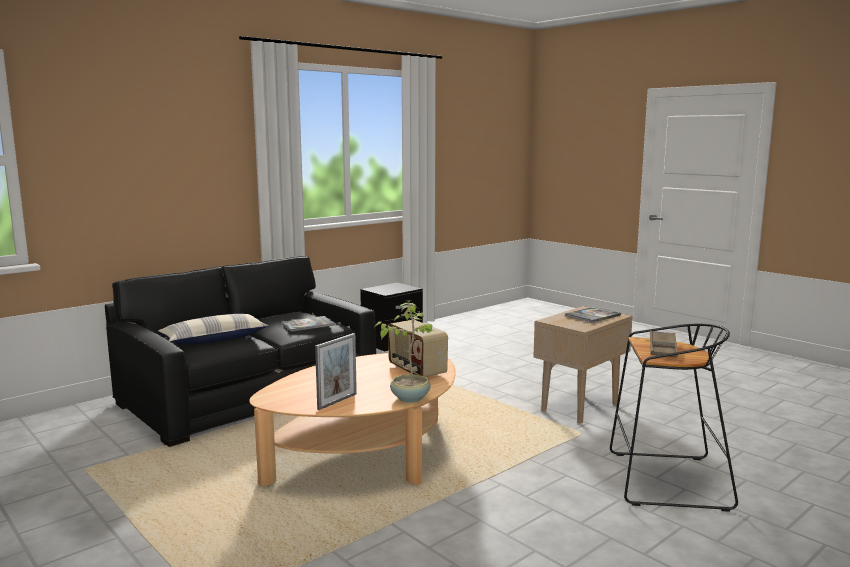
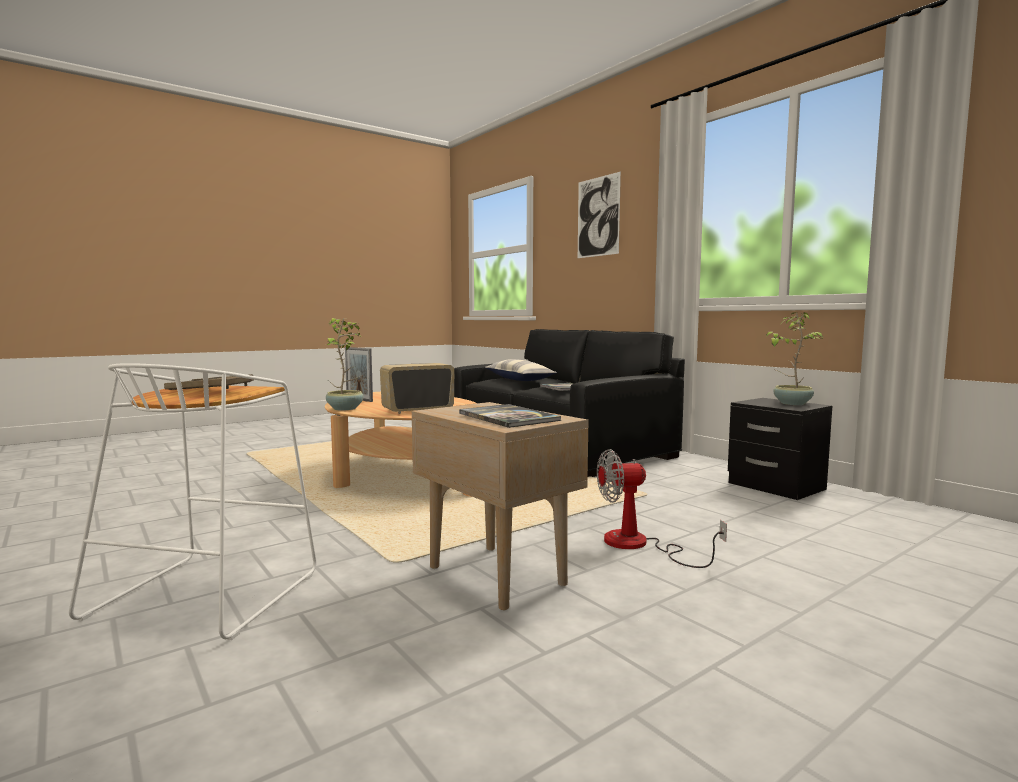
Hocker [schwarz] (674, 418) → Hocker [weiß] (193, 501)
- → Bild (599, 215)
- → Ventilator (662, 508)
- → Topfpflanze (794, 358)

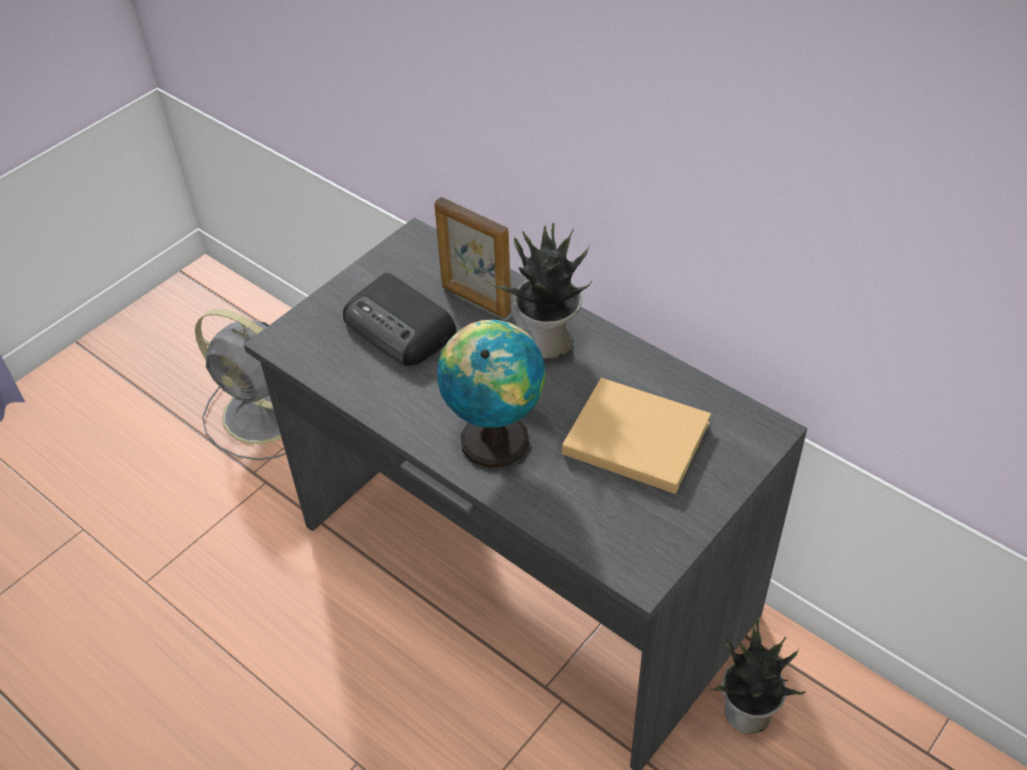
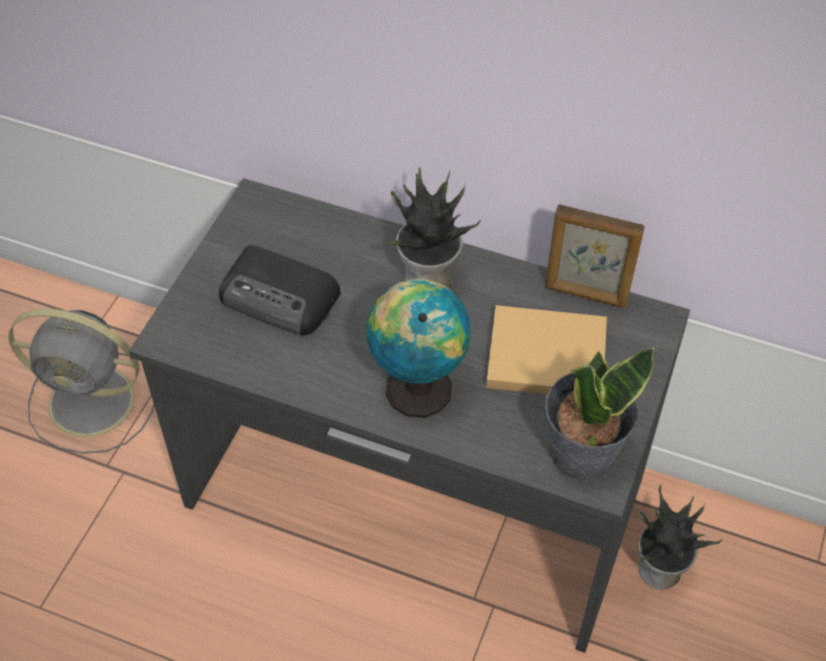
Bilderrahmen (472, 257) → Bilderrahmen (595, 256), move
- → Topfpflanze (600, 414)

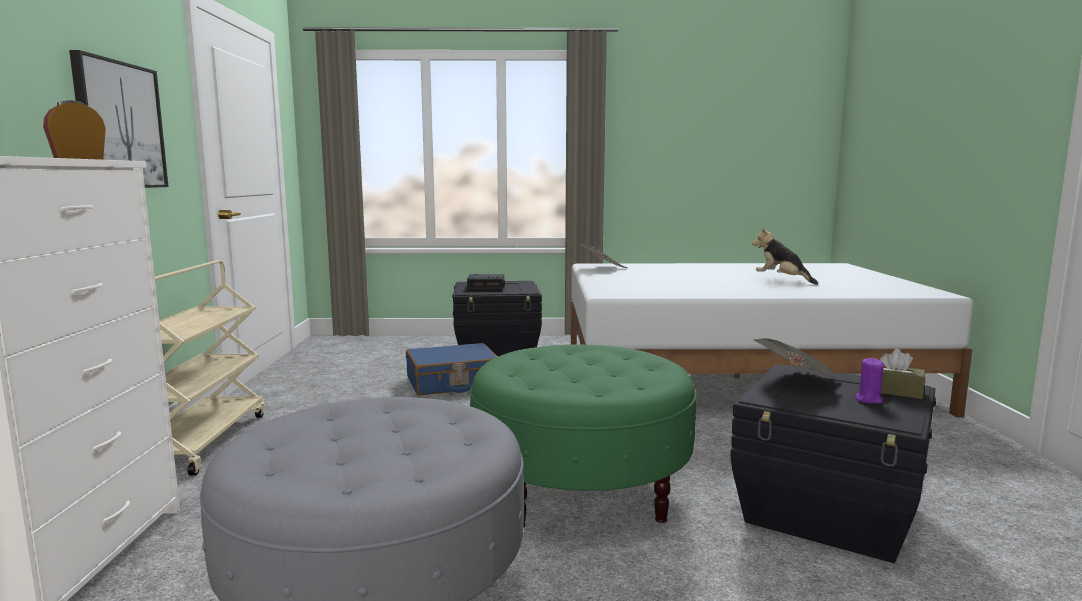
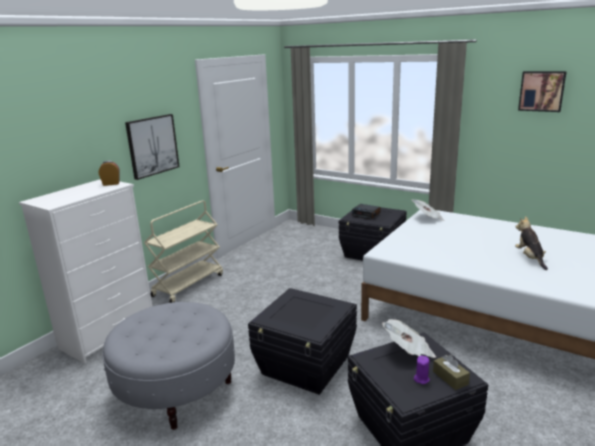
Polsterhocker [grün] (583, 436) → Aufbewahrungsbox [schwarz] (302, 341)
- → Bild (542, 91)
Koffer [blau] (452, 369) → -

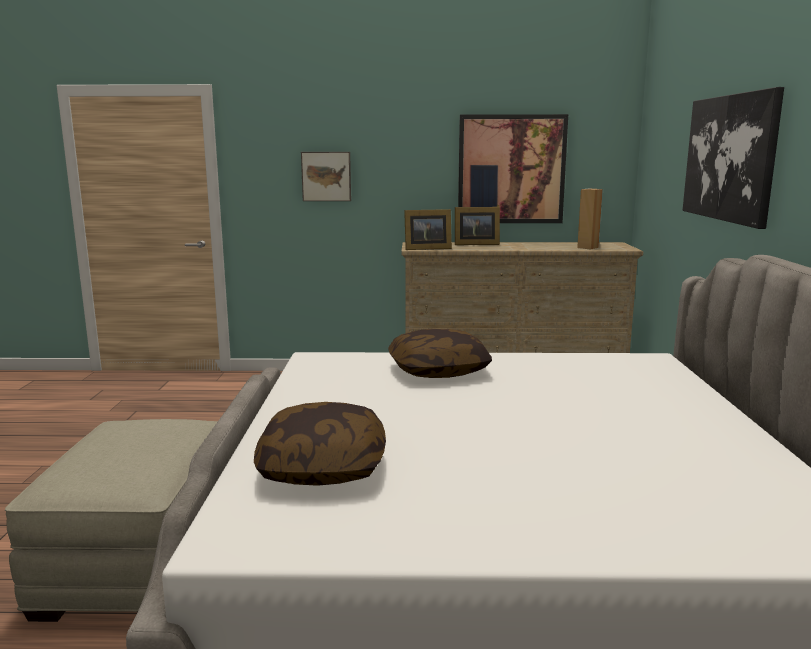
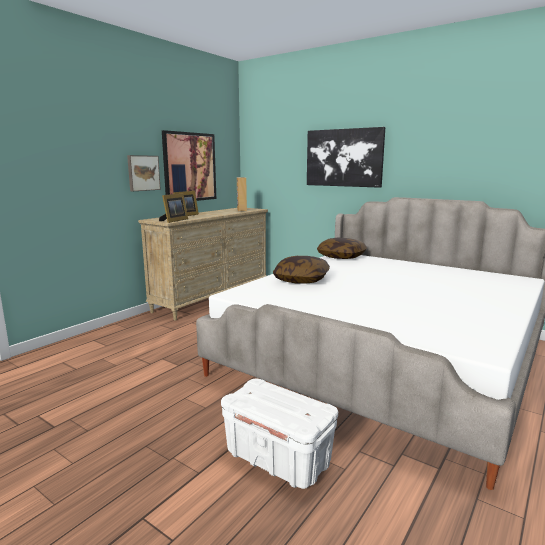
Bild (326, 176) → Bild (144, 173), move
Polsterhocker [beige] (111, 520) → Aufbewahrungsbox [weiß] (279, 434)
Kissen (320, 444) → Kissen (342, 248), move

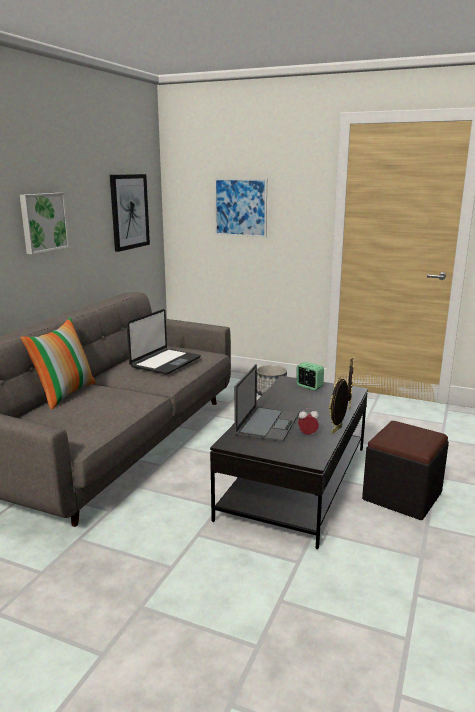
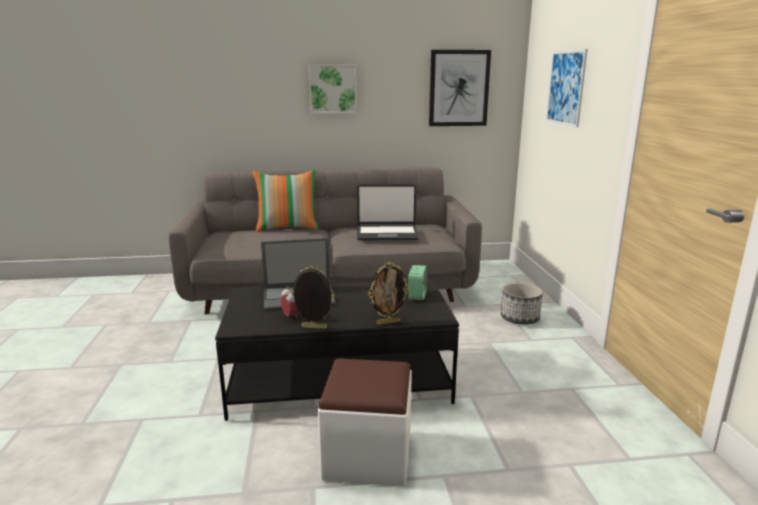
Polsterhocker [schwarz] (405, 470) → Polsterhocker [weiß] (364, 422)

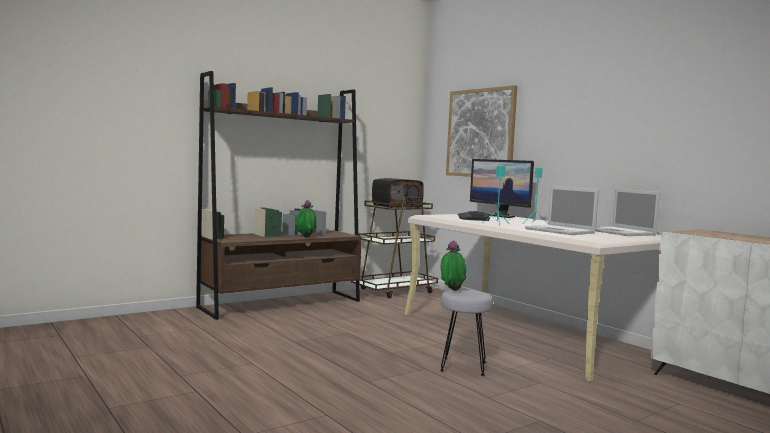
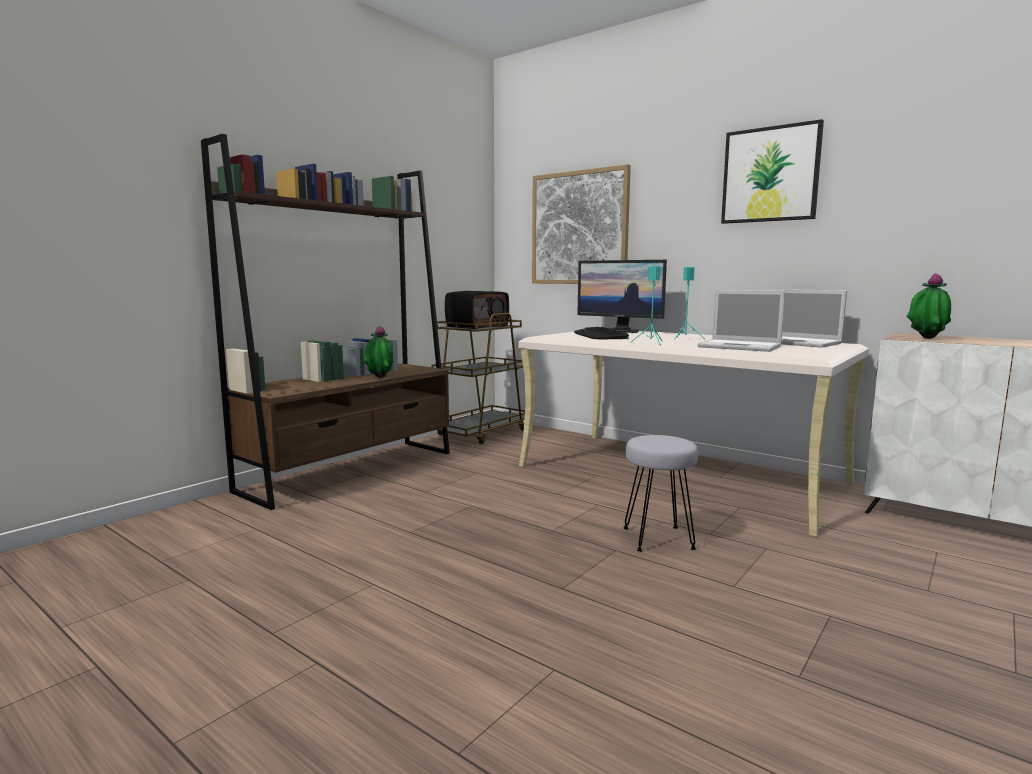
- → Bild (772, 171)
Topfpflanze (453, 265) → Topfpflanze (928, 306), move

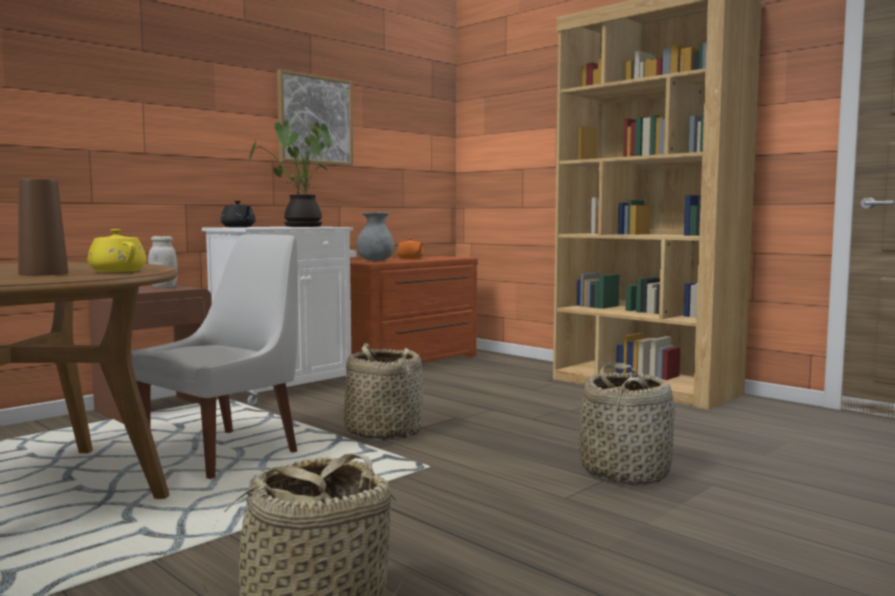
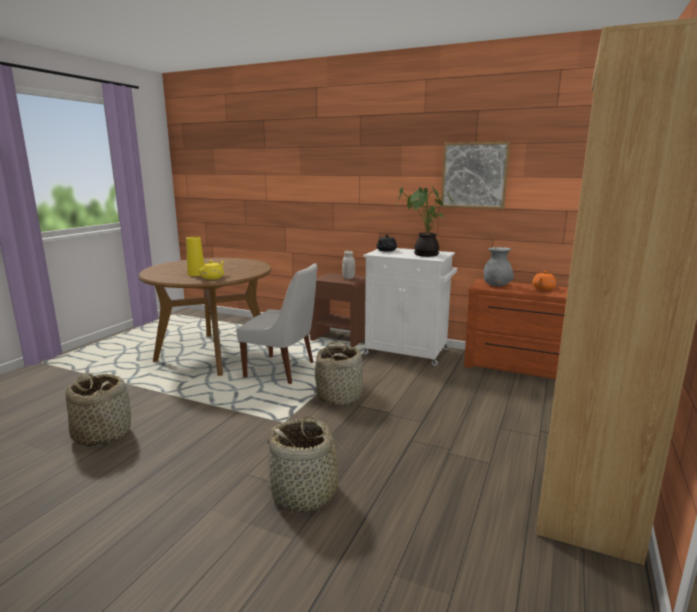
Vase [braun] (43, 227) → Vase [gelb] (195, 256)

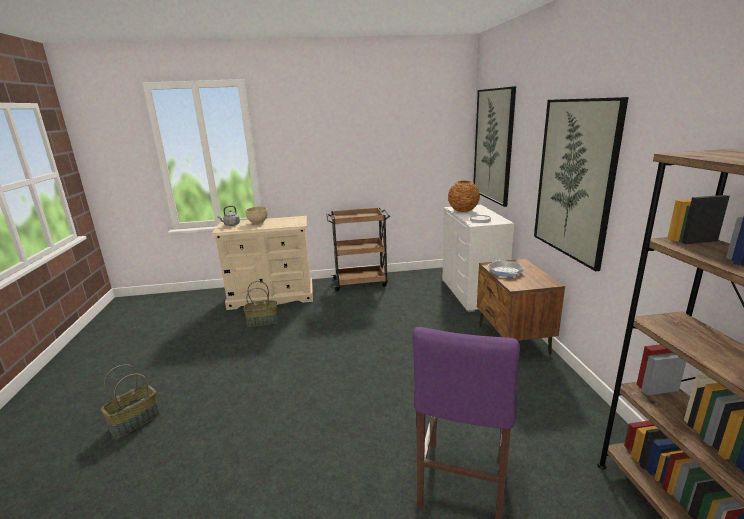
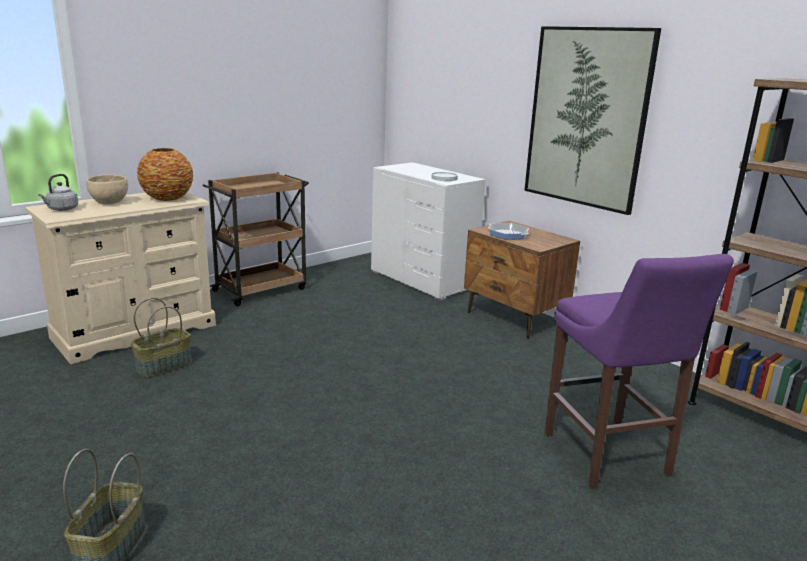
Vase (464, 196) → Vase (165, 174), move
Bild (494, 146) → -

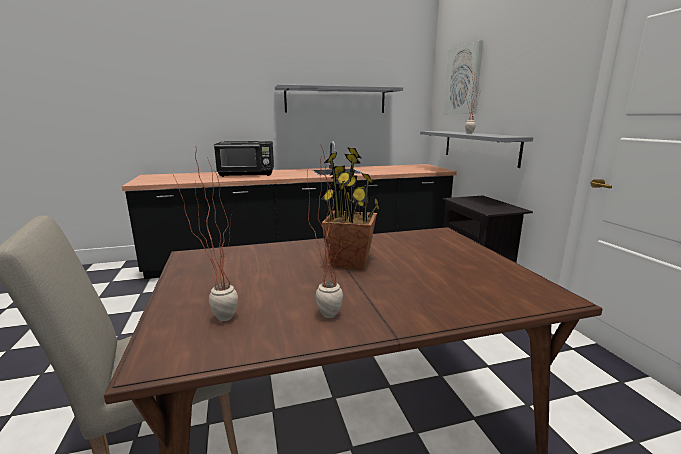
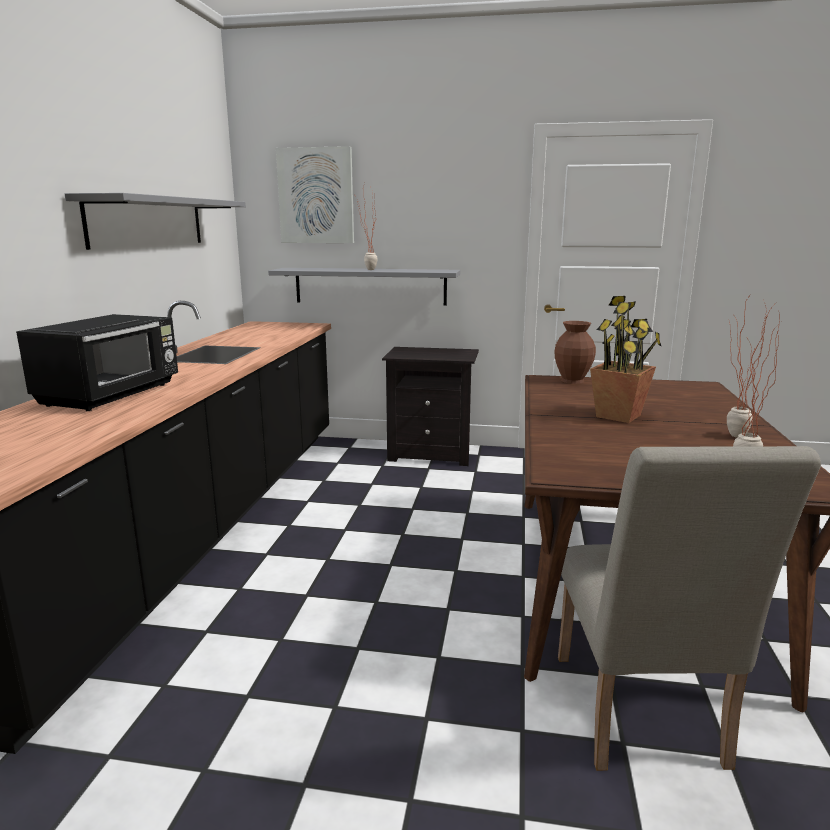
- → Vase [braun] (575, 352)

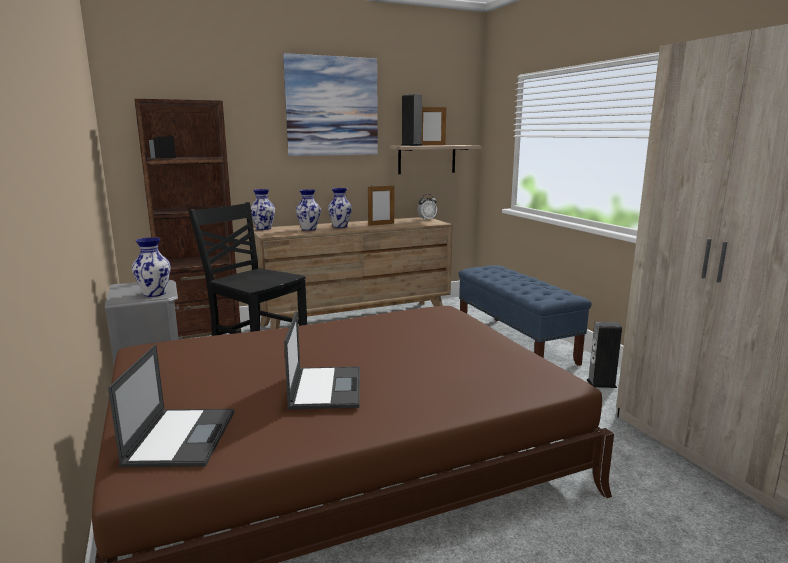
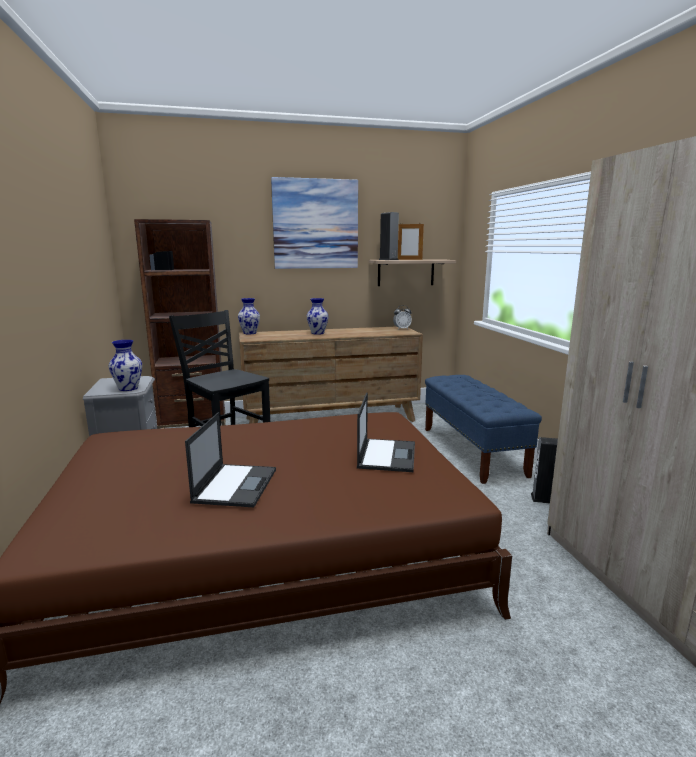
Laptop (171, 405) → Laptop (386, 432), move
Vase (308, 210) → -
Bilderrahmen (381, 206) → -

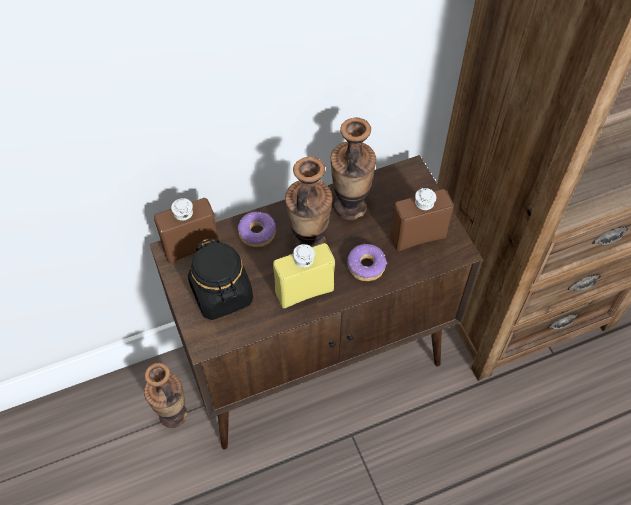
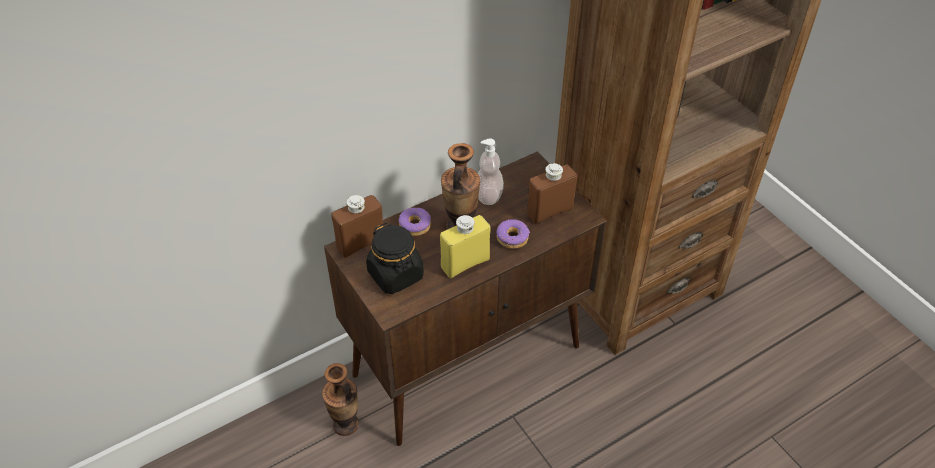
Vase (353, 169) → Seifenspender (491, 171)

